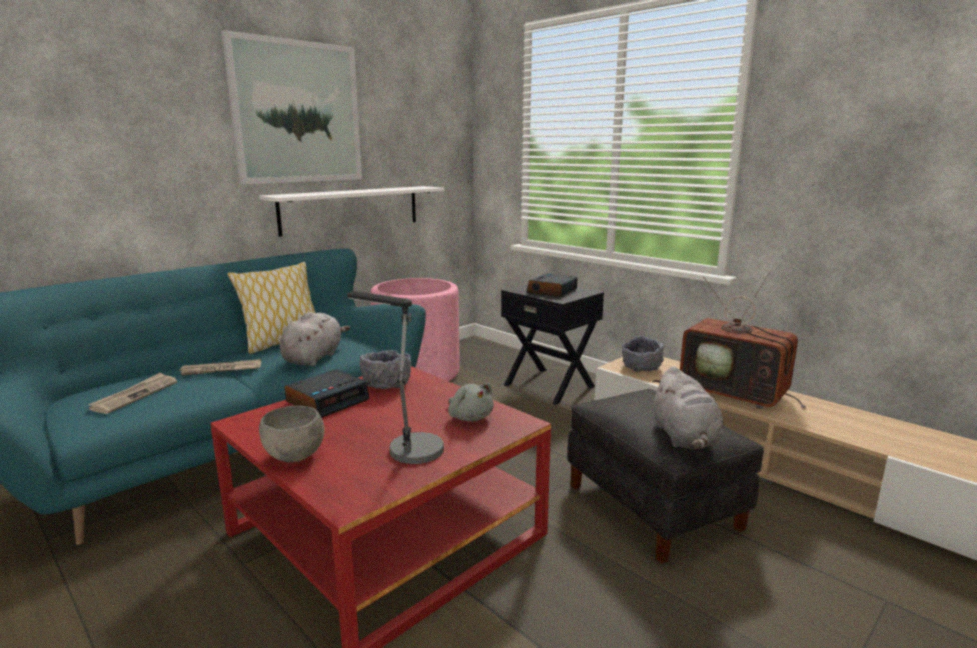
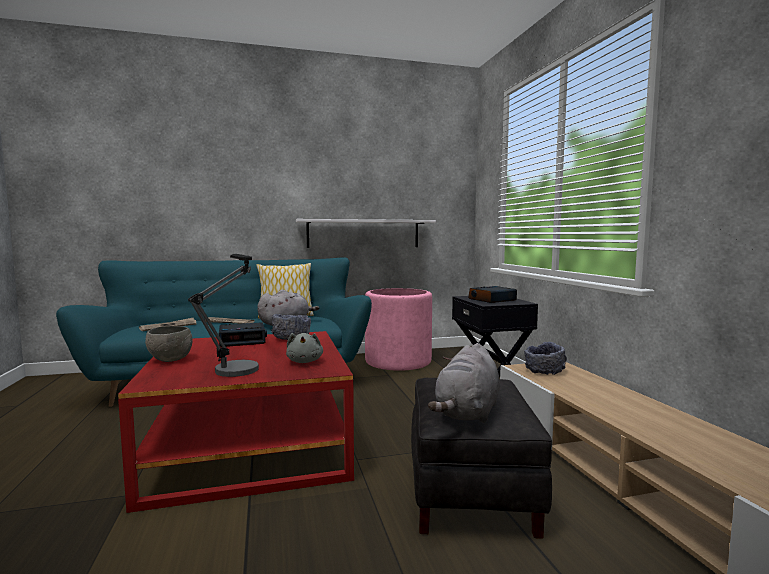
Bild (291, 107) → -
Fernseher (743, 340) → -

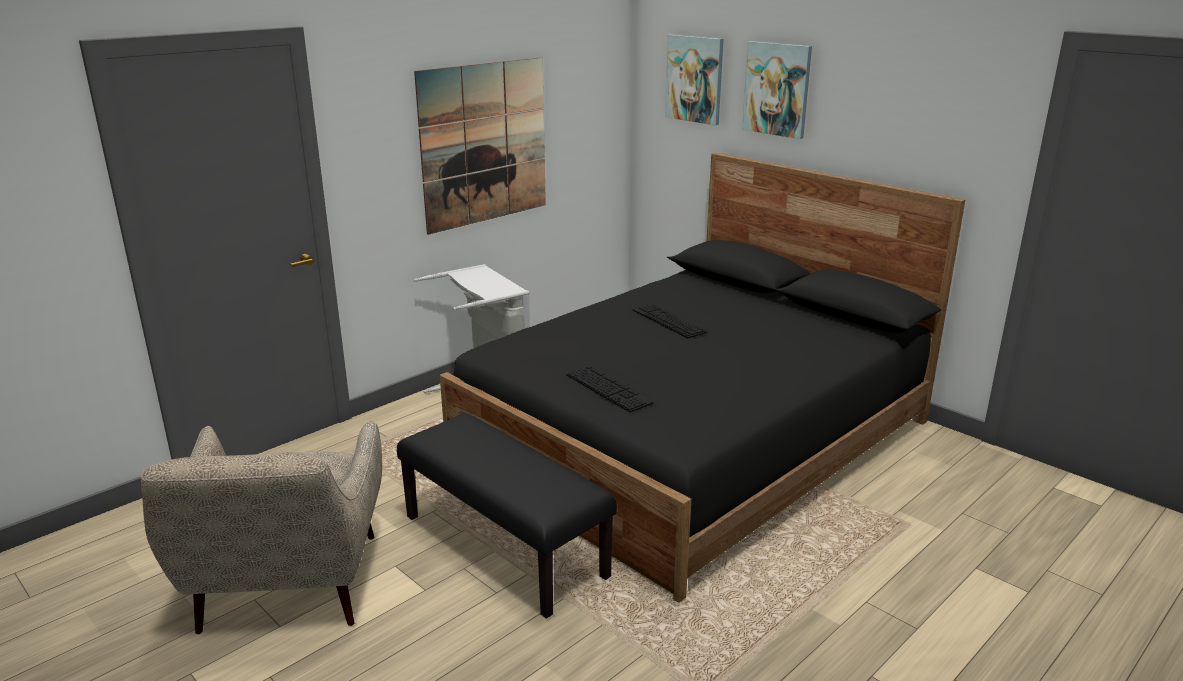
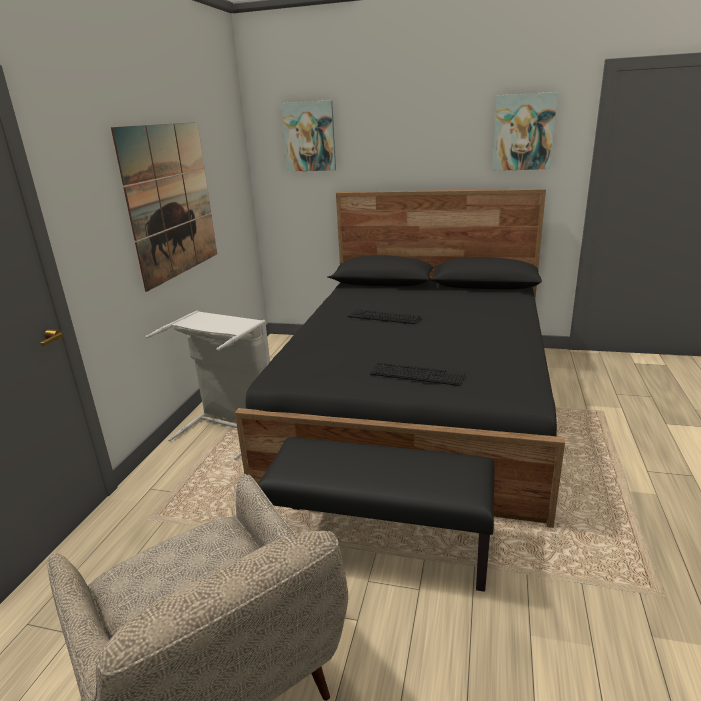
Bild (777, 90) → Bild (525, 131), move

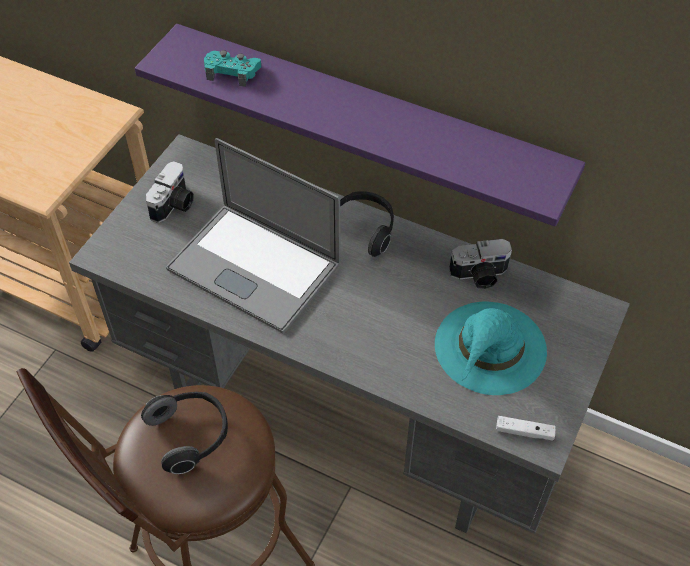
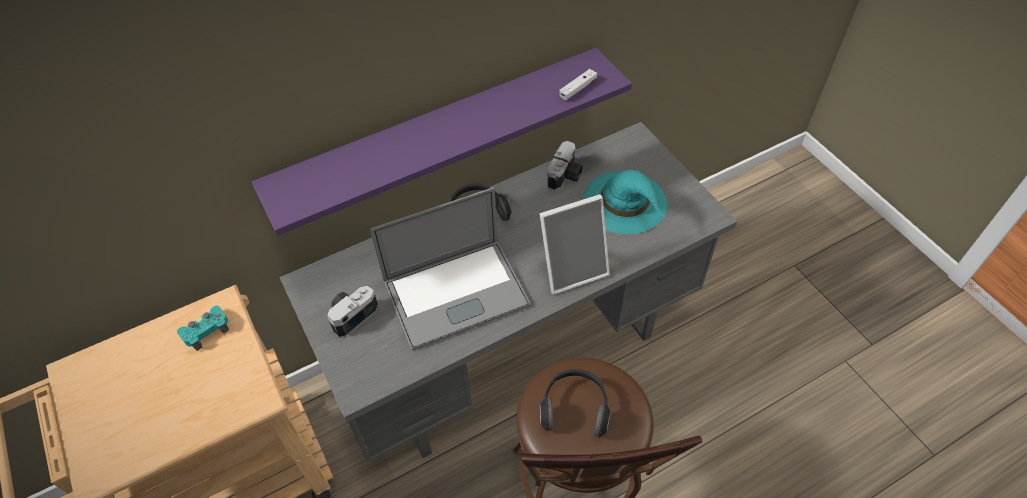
Gamepad [türkis] (232, 68) → Gamepad [türkis] (203, 328), move
Kamera (170, 192) → Kamera (352, 311), 105 degrees counterclockwise
- → Bilderrahmen (575, 244)
Gamepad [weiß] (526, 428) → Gamepad [weiß] (578, 84), move

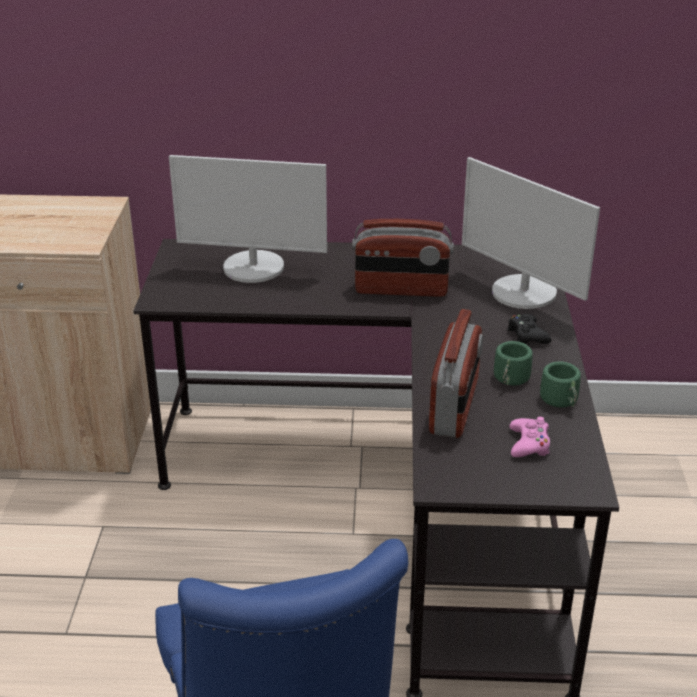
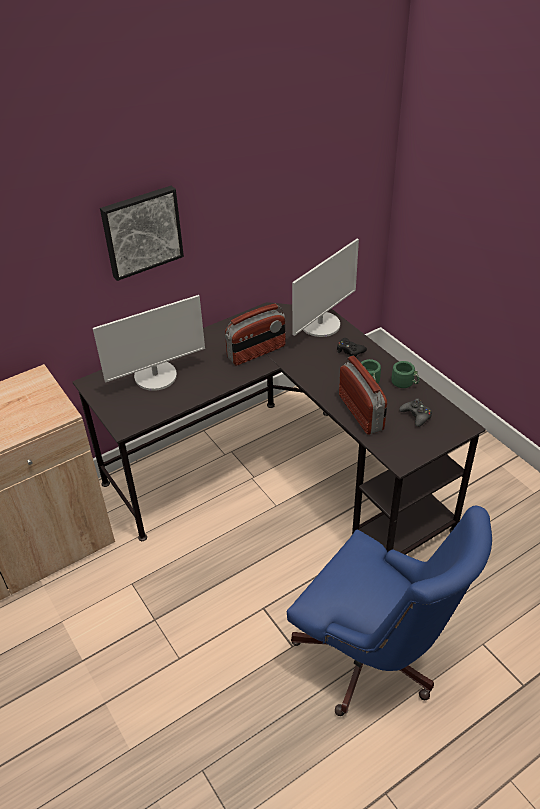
- → Bild (142, 233)
Monitor (531, 233) → Monitor (325, 288), 60 degrees counterclockwise
Gamepad [rosa] (529, 437) → Gamepad [schwarz] (415, 412)

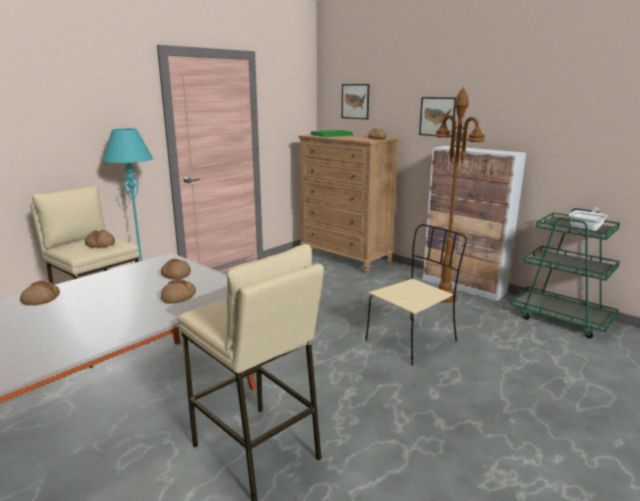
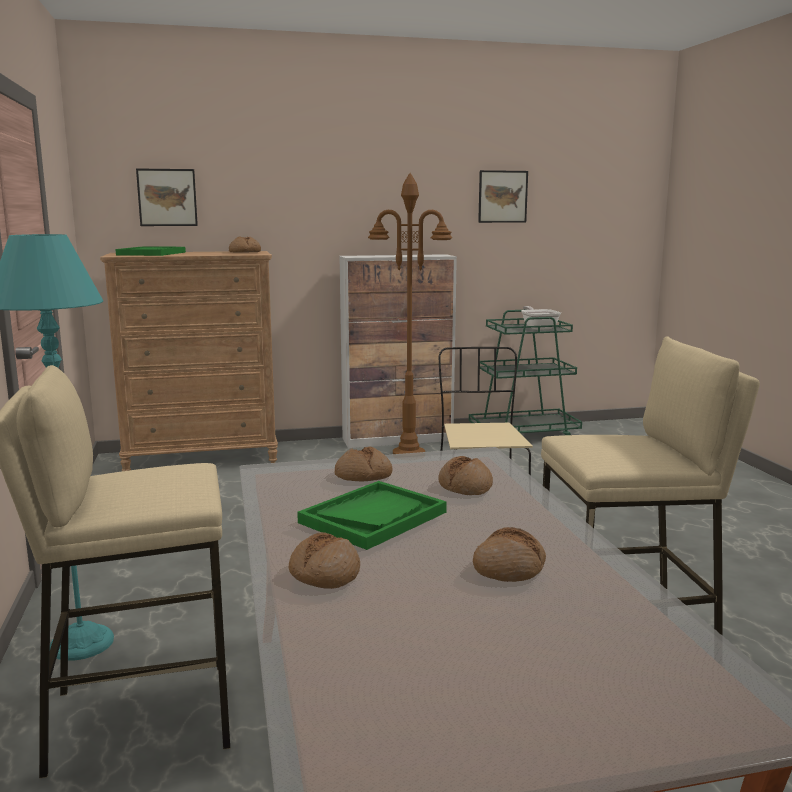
- → Tablett [grün] (372, 515)
Brot (100, 239) → Brot (509, 554), move
Bild (437, 117) → Bild (503, 196), move

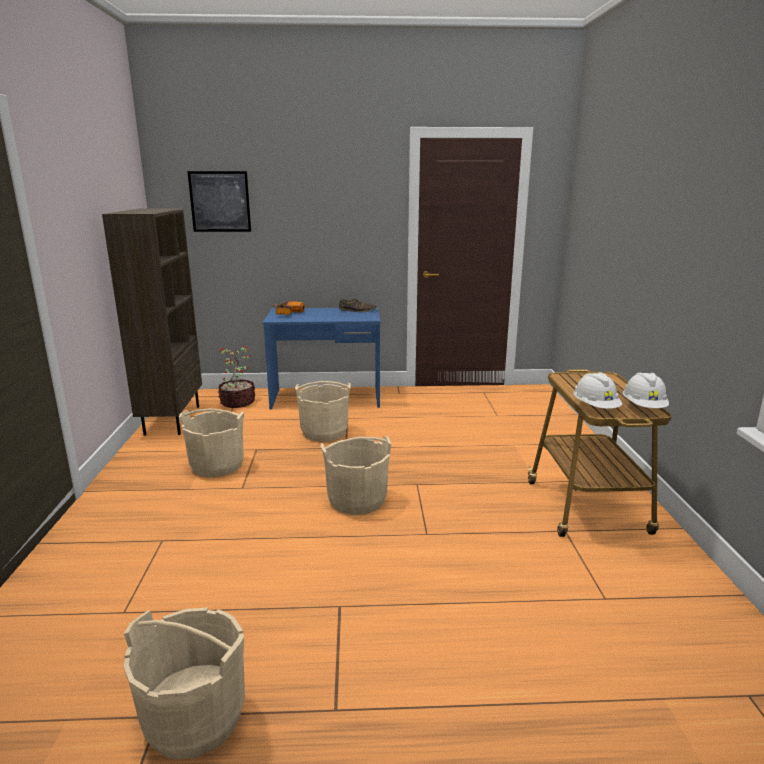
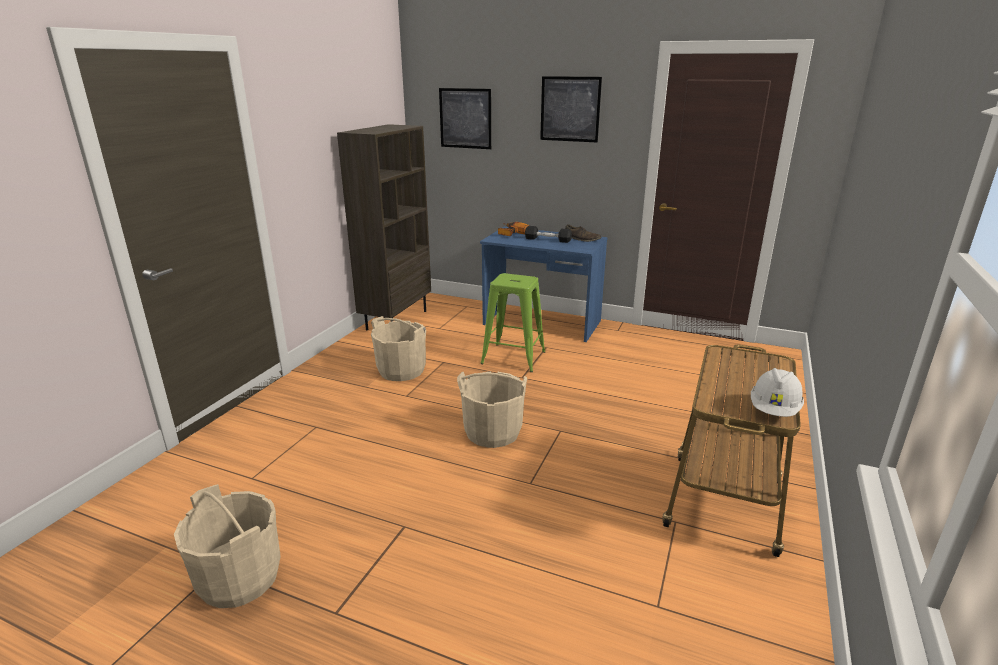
Eimer [beige] (323, 411) → Hocker [grün] (512, 322)
- → Hantel [schwarz] (548, 234)
- → Bild (571, 109)
Topfpflanze (236, 377) → -
Schutzhelm [weiß] (598, 390) → -

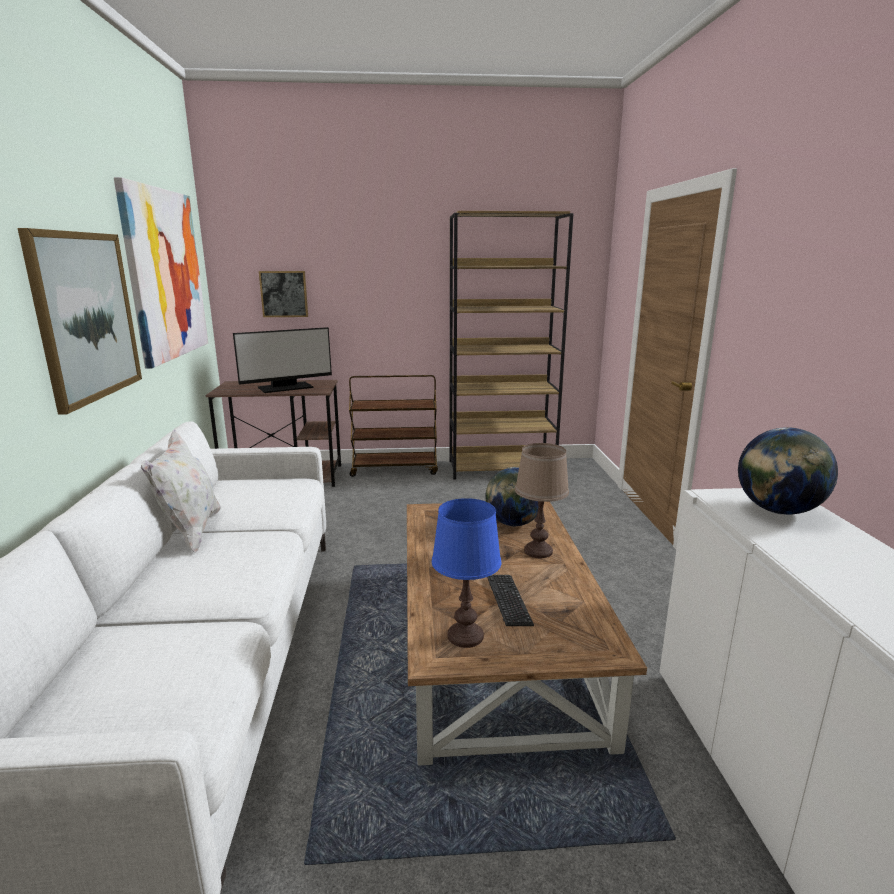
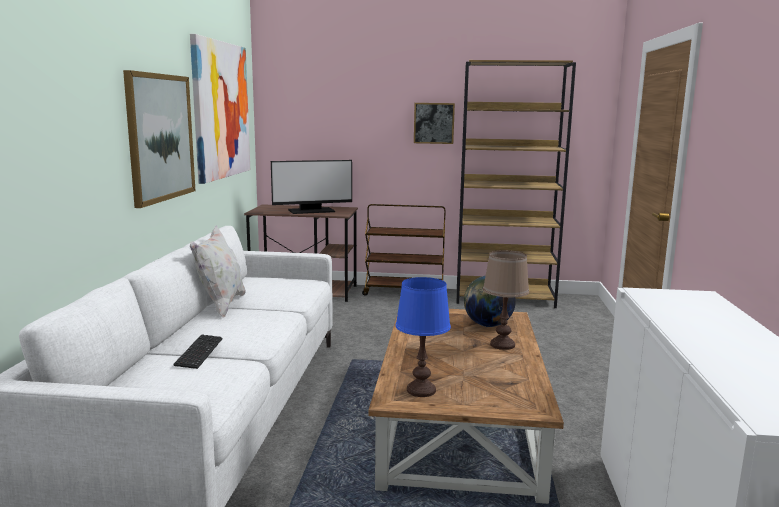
Tastatur (510, 600) → Tastatur (197, 352), move
Bild (283, 294) → Bild (434, 123), move
Globus (788, 471) → -

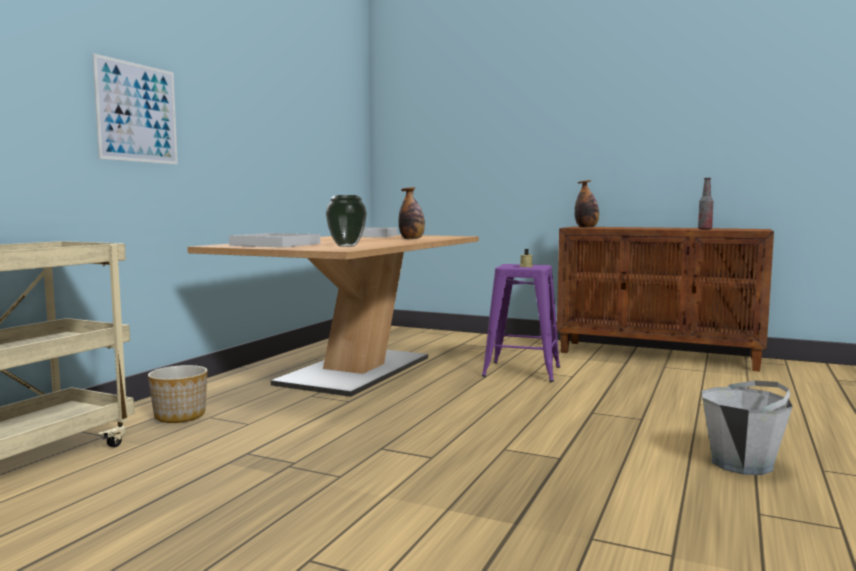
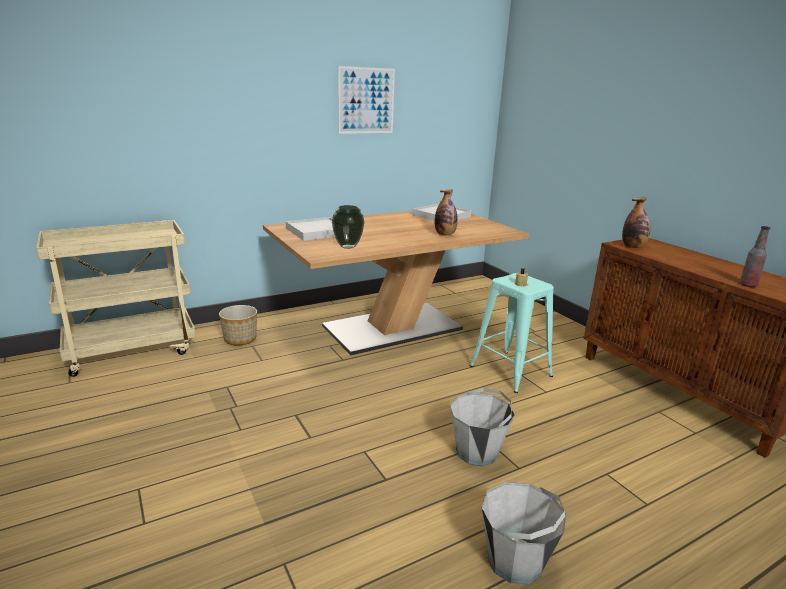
Bild (135, 109) → Bild (366, 100), move
- → Eimer [grau] (482, 427)
Hocker [lila] (521, 323) → Hocker [türkis] (511, 333)

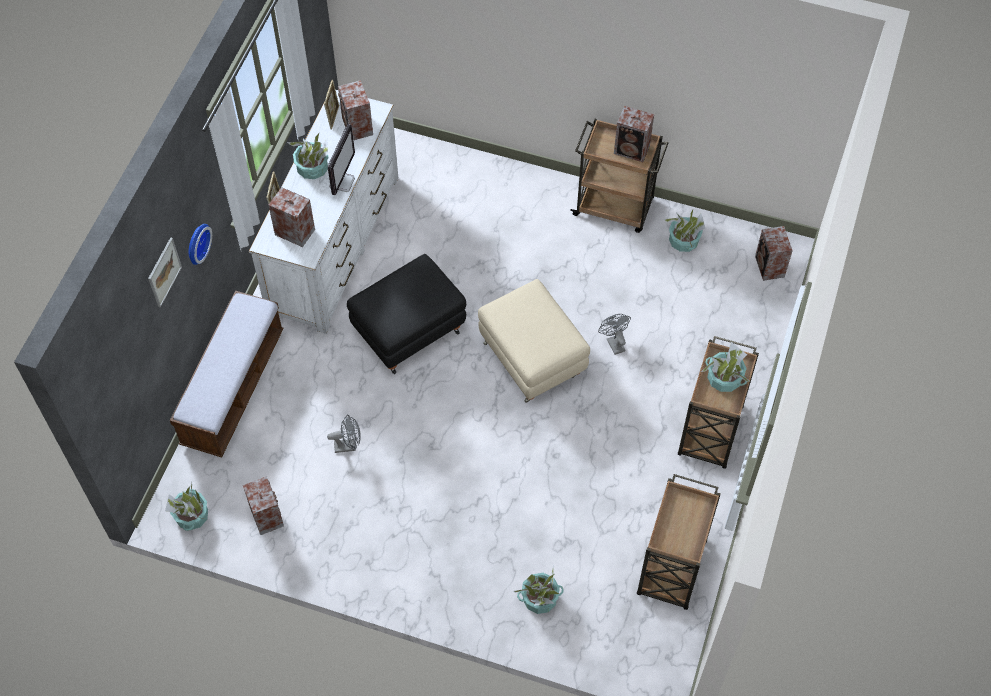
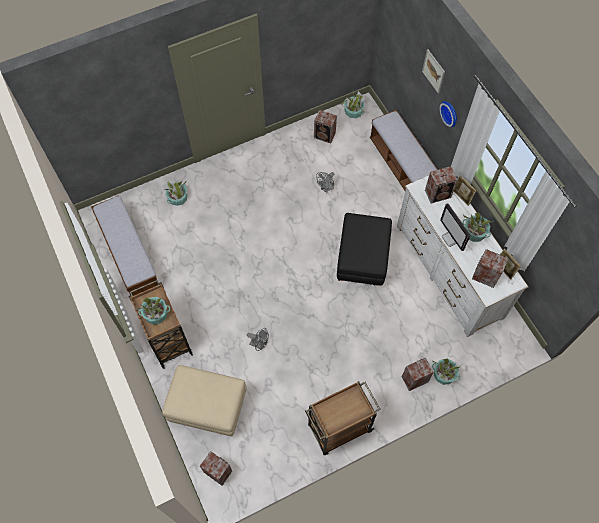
Rollwagen [braun] (679, 542) → Bank (124, 245)
Polsterhocker [beige] (534, 341) → Polsterhocker [beige] (204, 400), move
Lautsprecher (634, 134) → Lautsprecher (418, 374), move
Topfpflanze (683, 231) → Topfpflanze (448, 372), move

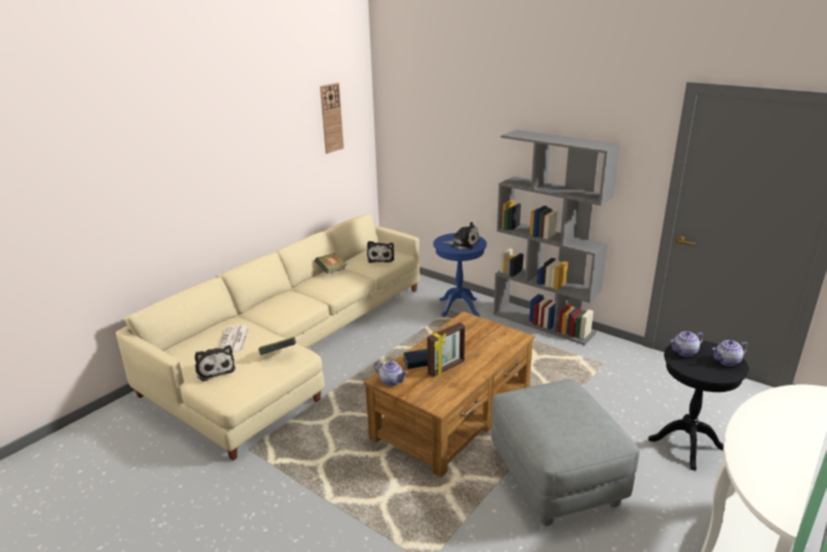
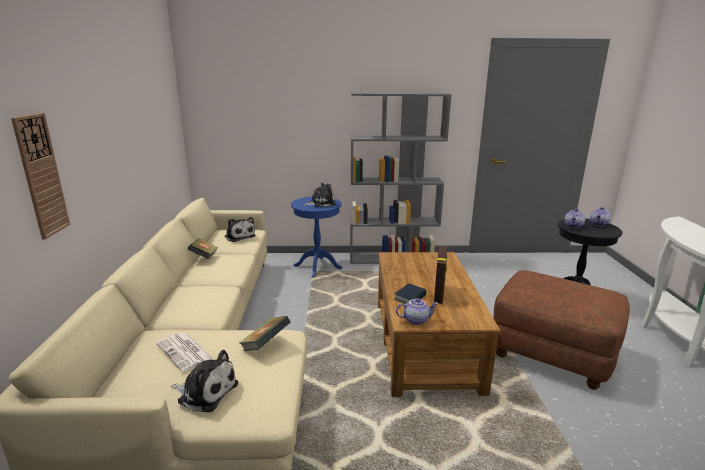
Wanduhr (332, 118) → Wanduhr (40, 176), move
Polsterhocker [grau] (565, 452) → Polsterhocker [braun] (561, 330)

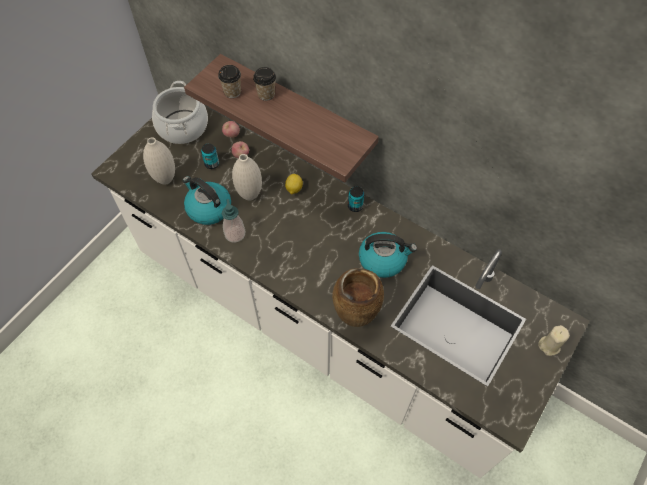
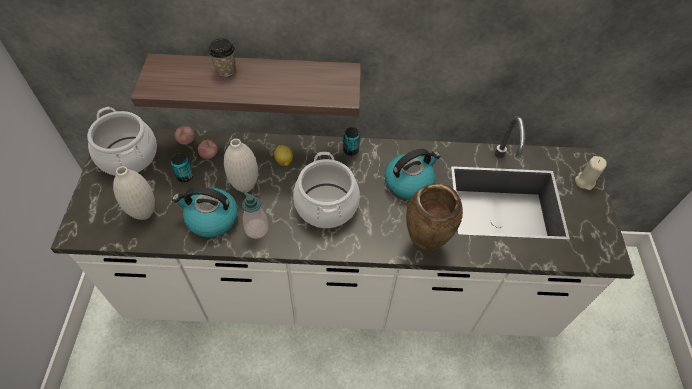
- → Kochtopf (326, 190)
Tasse (229, 81) → -

